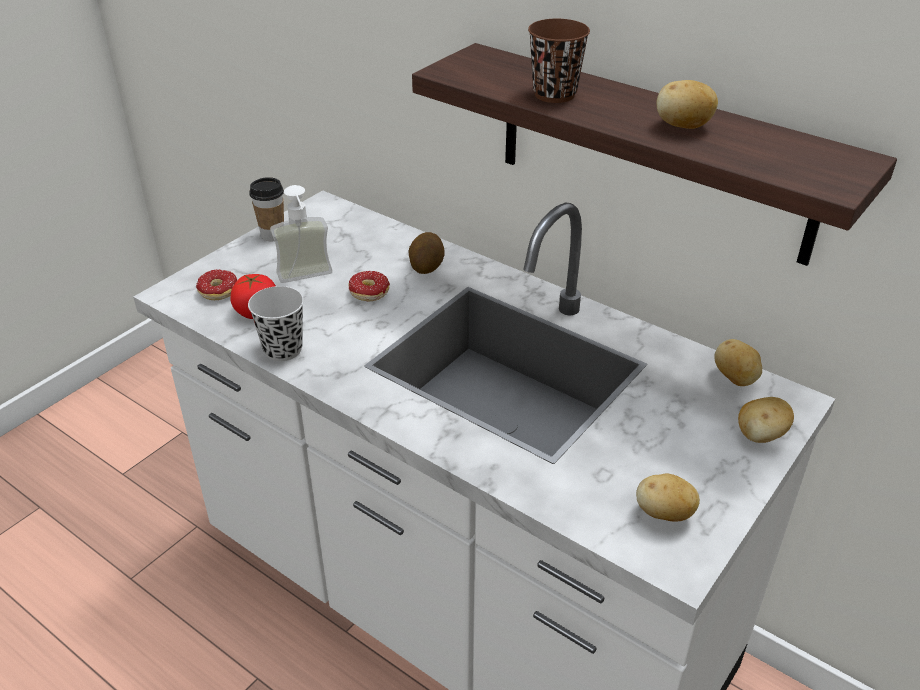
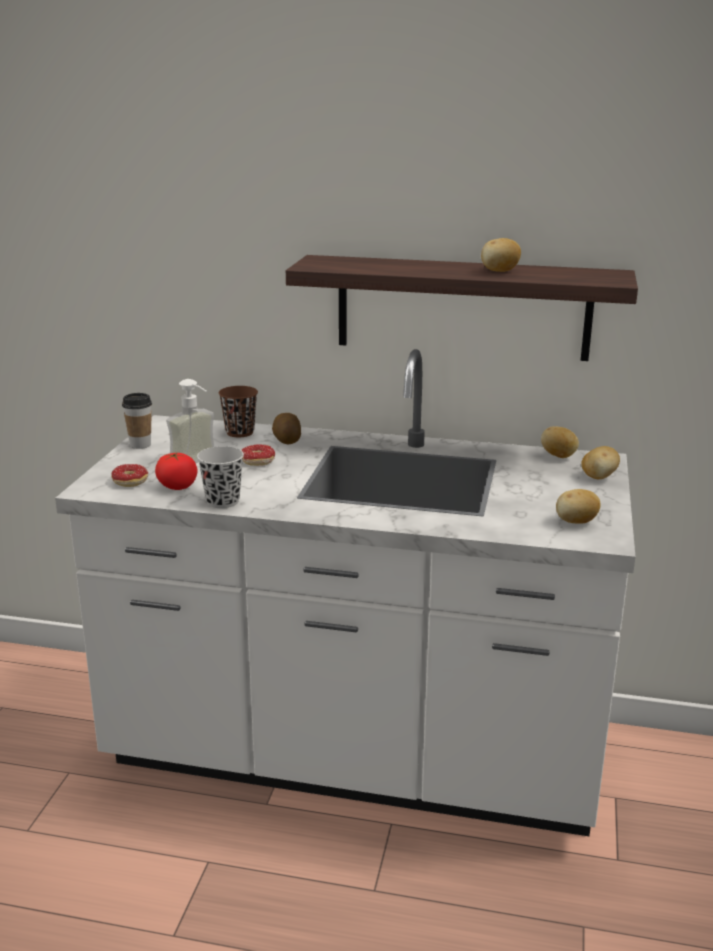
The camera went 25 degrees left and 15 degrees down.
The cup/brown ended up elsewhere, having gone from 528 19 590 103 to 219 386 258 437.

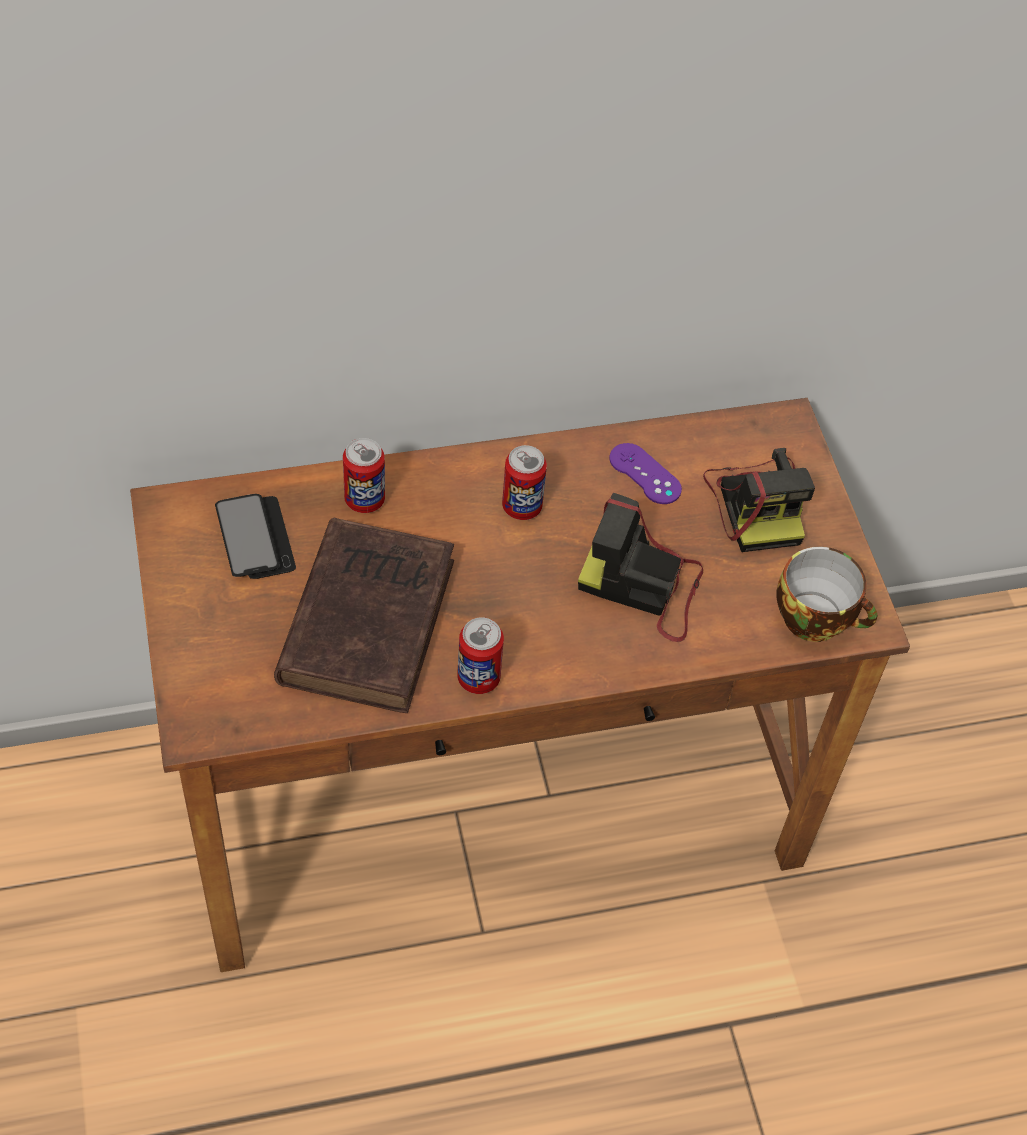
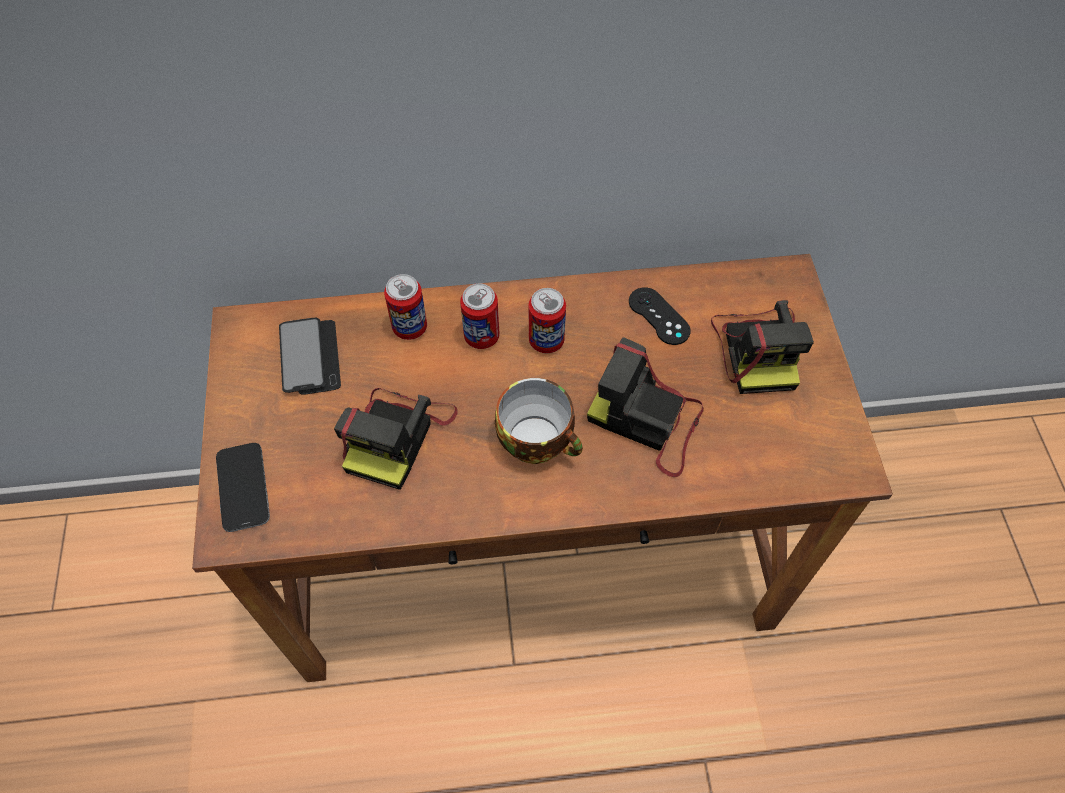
The camera went 10 degrees right and 5 degrees up.
What was the game controller/purple at 609 443 682 504 turned into the game controller/black at 629 287 691 345.
Where the book/brown stood at 274 518 454 713, the photo camera came to stand at 334 388 458 490.
The cup ended up elsewhere, having gone from 776 547 877 642 to 495 378 583 464.
The can ended up elsewhere, having gone from 457 617 504 694 to 460 284 499 349.
The second view gained the phone at 216 443 270 532.

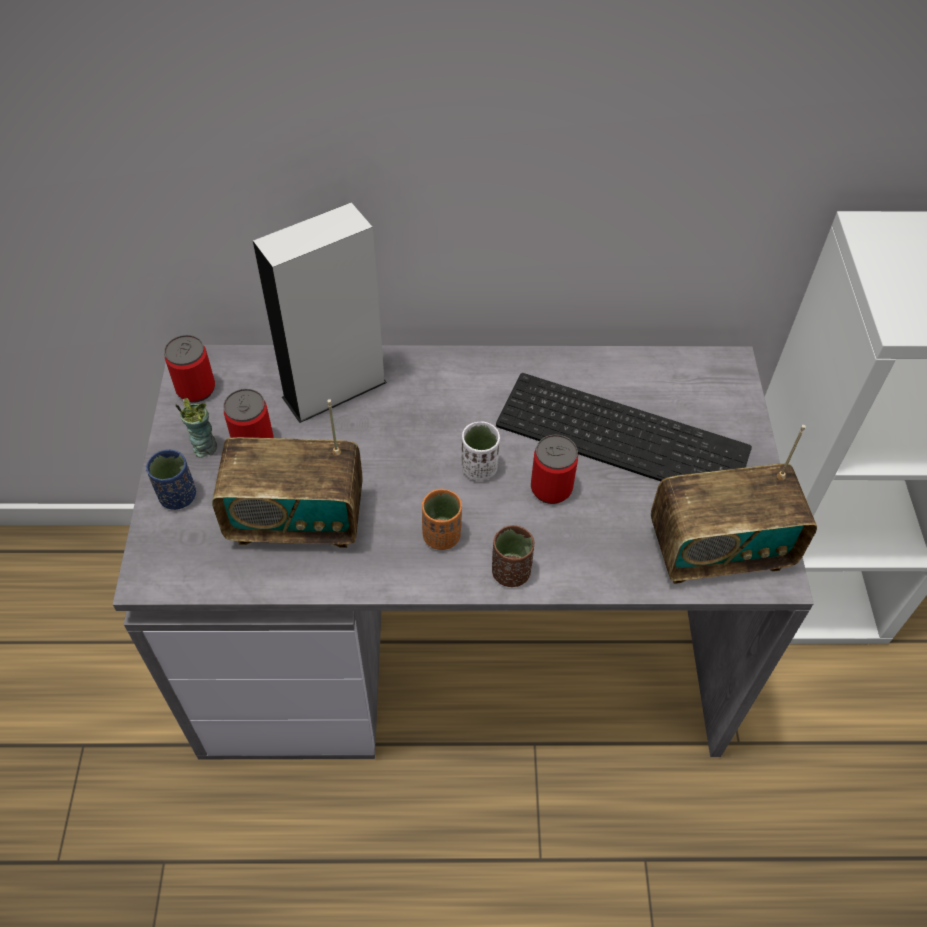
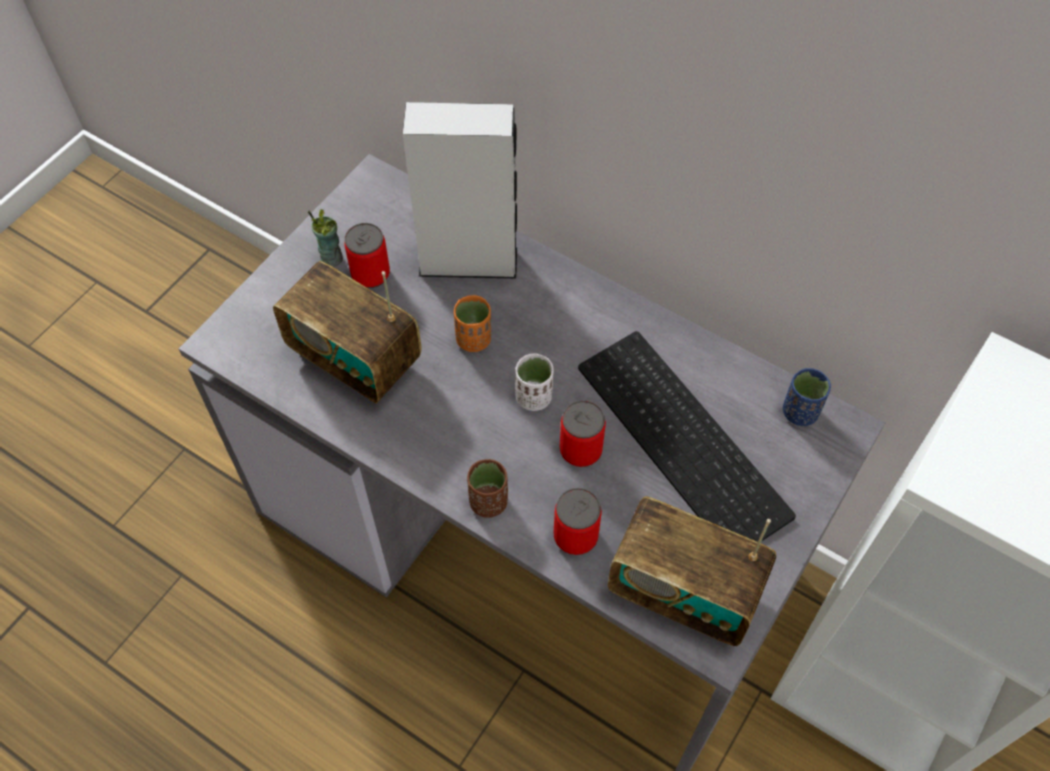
The camera went 35 degrees right and 5 degrees up.
The can ended up elsewhere, having gone from 164 335 215 403 to 553 488 602 555.
The cup/blue ended up elsewhere, having gone from 146 449 196 510 to 783 368 831 426.
The cup/orange ended up elsewhere, having gone from 422 489 462 550 to 454 295 491 352.

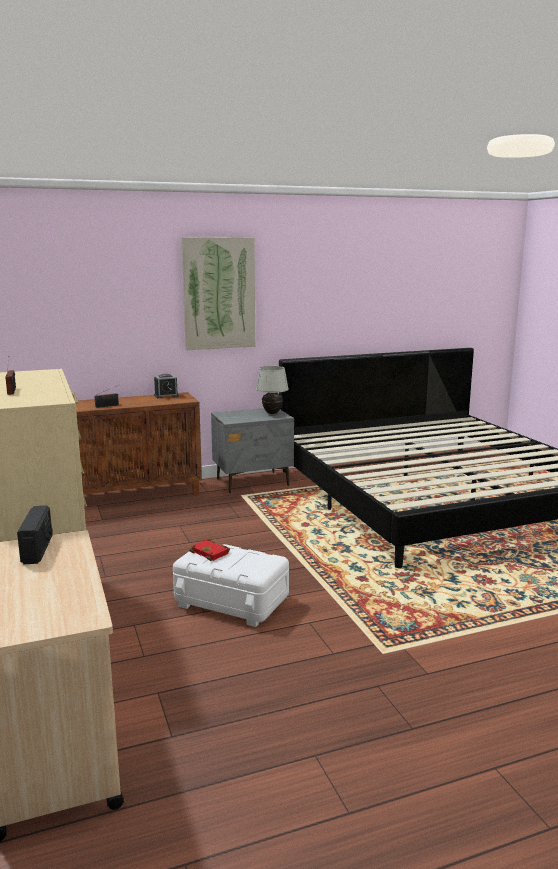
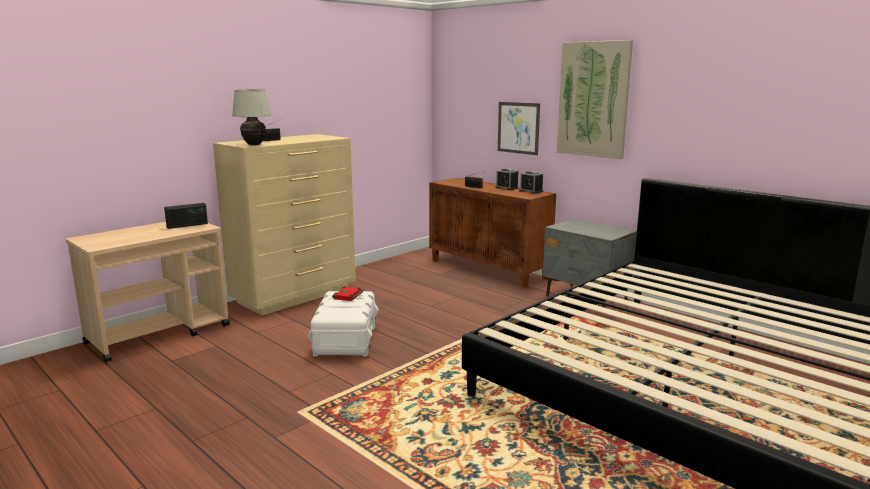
The camera went 65 degrees right and 0 degrees up.
The table lamp/white ended up elsewhere, having gone from 256 366 289 414 to 232 89 272 145.
The second view gained the picture at 498 102 540 155.
The second view gained the alarm clock at 495 168 519 190.

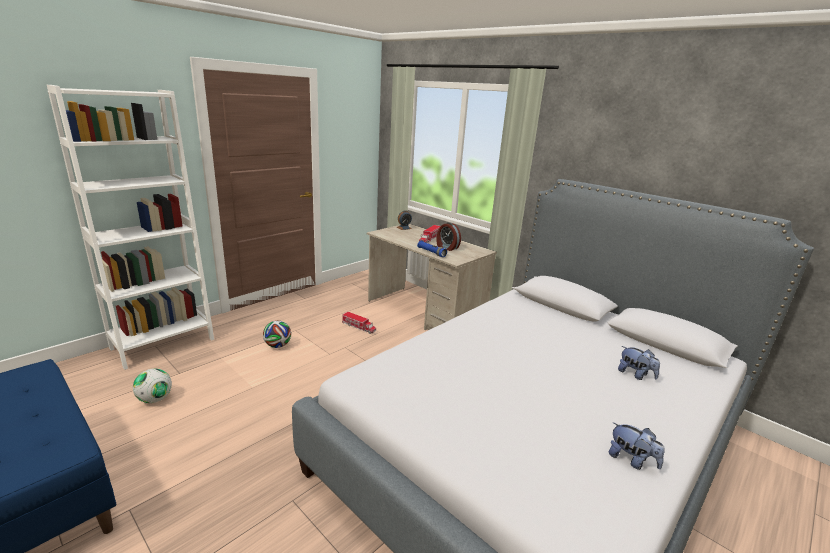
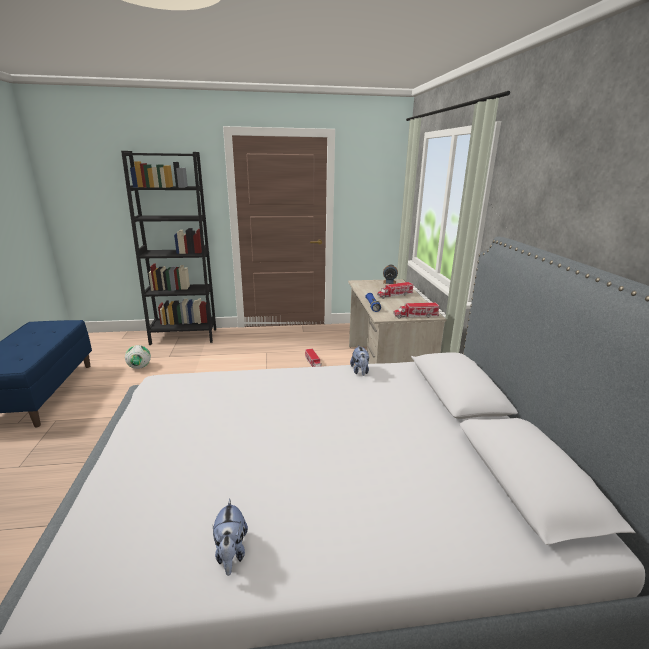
The camera went 40 degrees right and 0 degrees up.
What was the bookcase/white at 47 85 214 370 turned into the bookcase/black at 121 151 216 345.
The second view lost the alarm clock at 437 222 461 251.
The second view lost the football at 263 321 291 348.
The plush toy ended up elsewhere, having gone from 618 346 660 380 to 350 345 369 376.
The second view gained the toy truck at 393 303 439 319.

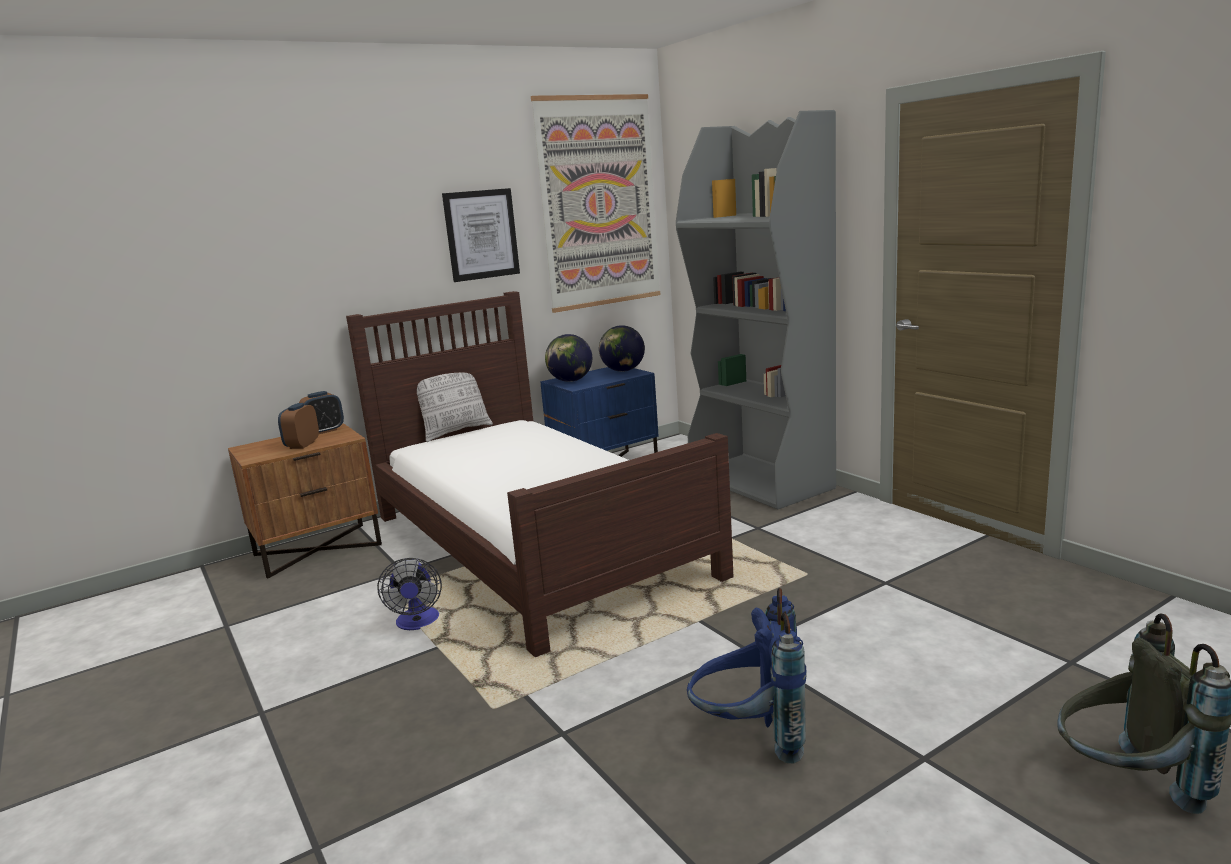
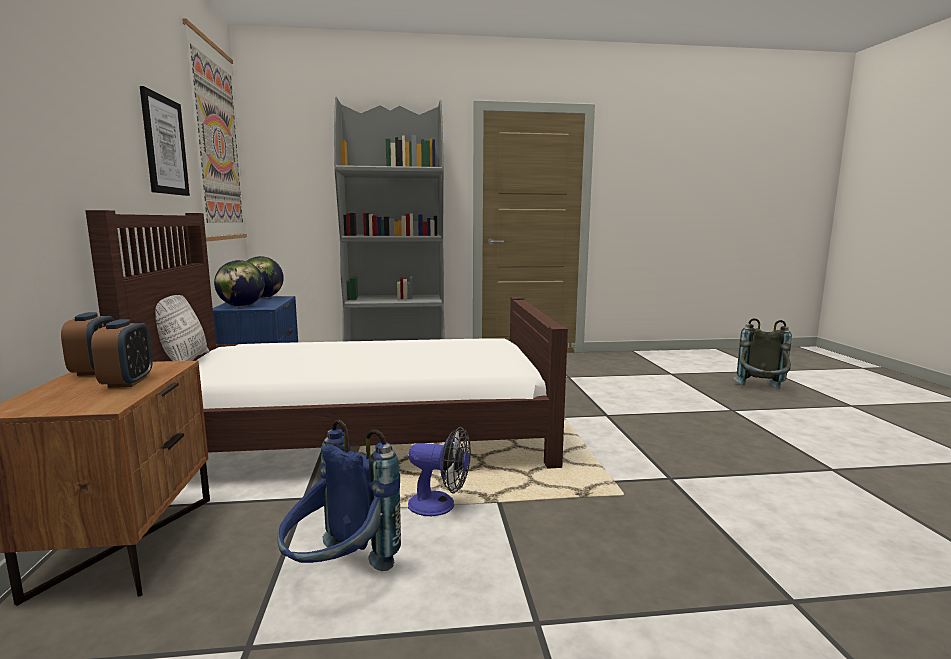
The camera went 65 degrees left and 5 degrees down.
The alarm clock at 278 403 319 449 ended up facing another way, 135 degrees counterclockwise from before.
The backpack/blue ended up elsewhere, having gone from 687 588 807 763 to 277 420 401 571.

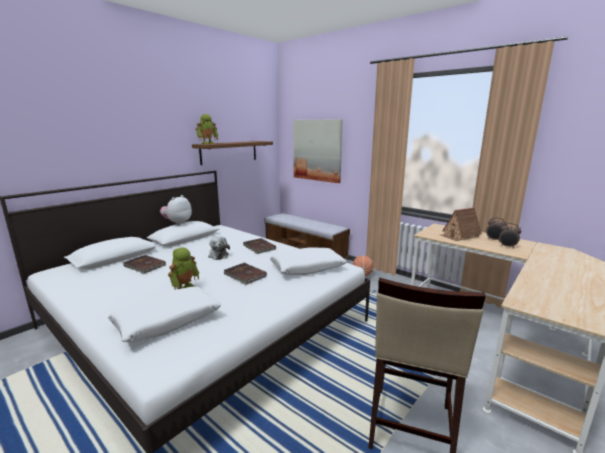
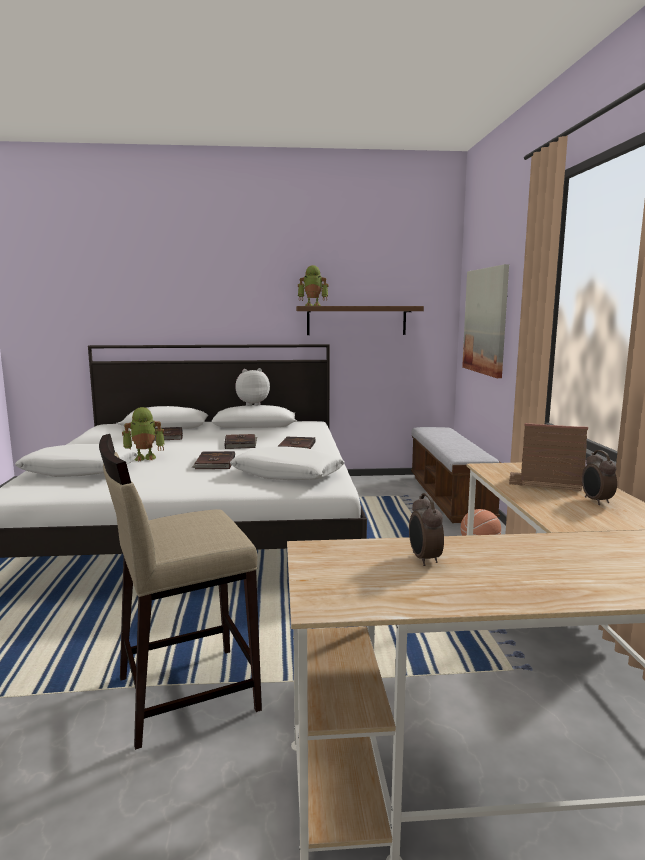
The camera went 45 degrees right and 5 degrees down.
The alarm clock ended up elsewhere, having gone from 499 223 522 249 to 409 493 444 566.
Where the plush toy stood at 208 236 230 260, the book/brown came to stand at 224 434 257 449.

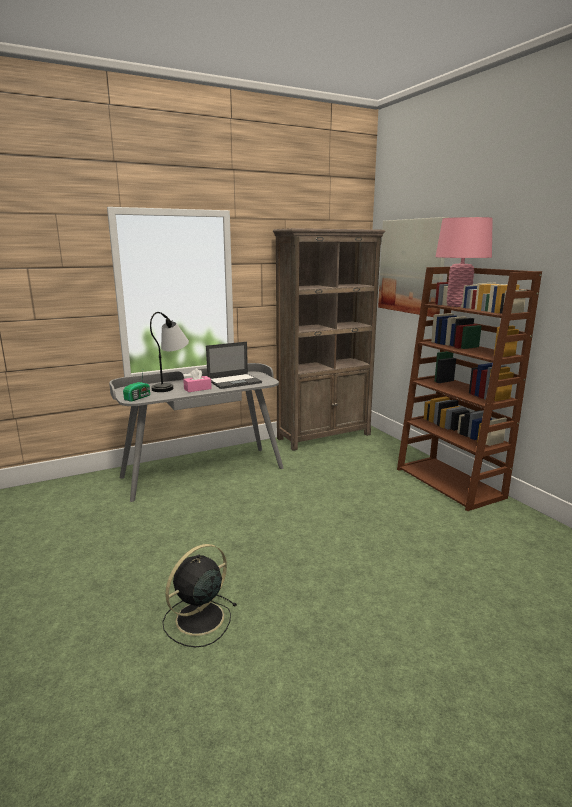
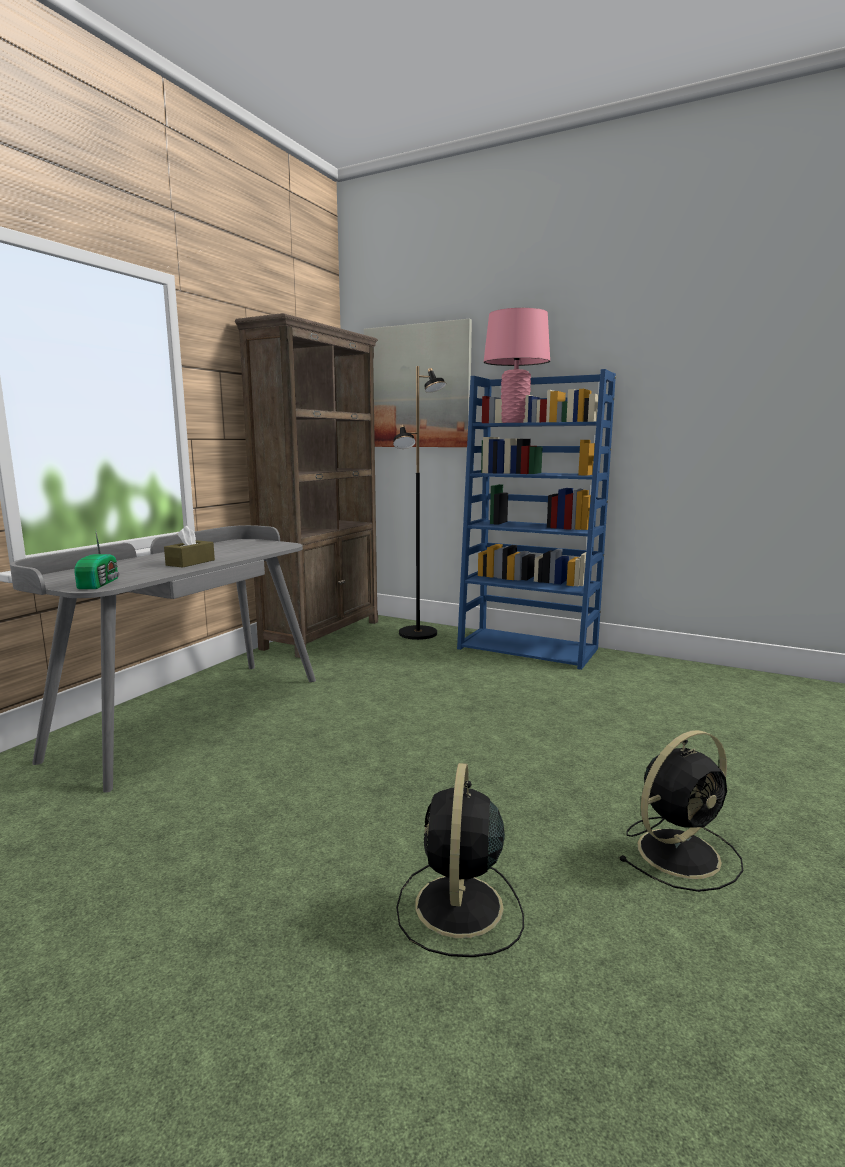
The camera went 35 degrees left and 5 degrees down.
What was the bookcase/brown at 397 267 542 511 turned into the bookcase/blue at 457 369 616 670.
The second view lost the table lamp at 150 312 189 392.
The second view lost the laptop at 206 342 262 389.
What was the tissue box/pink at 183 368 212 392 turned into the tissue box/brown at 164 526 215 568.
The second view gained the floor lamp/black at 393 366 446 640.
The second view gained the fan/black at 618 730 743 892.

